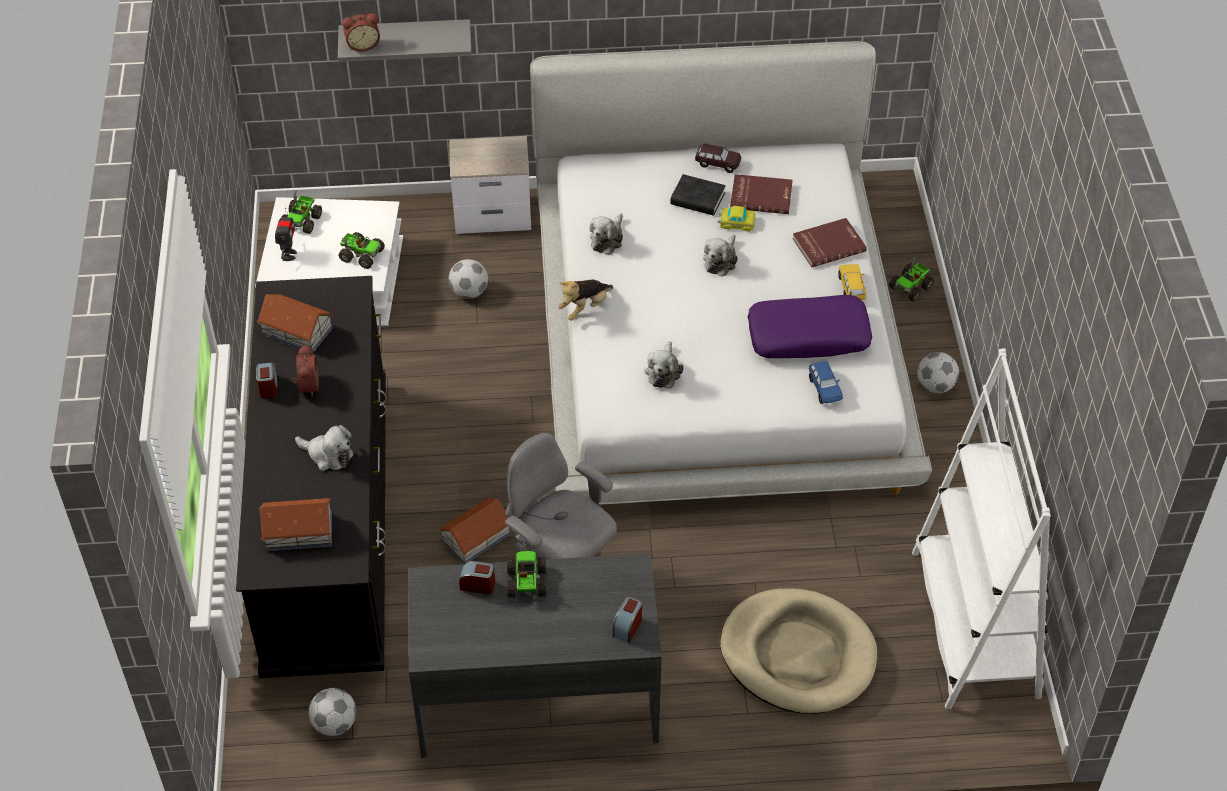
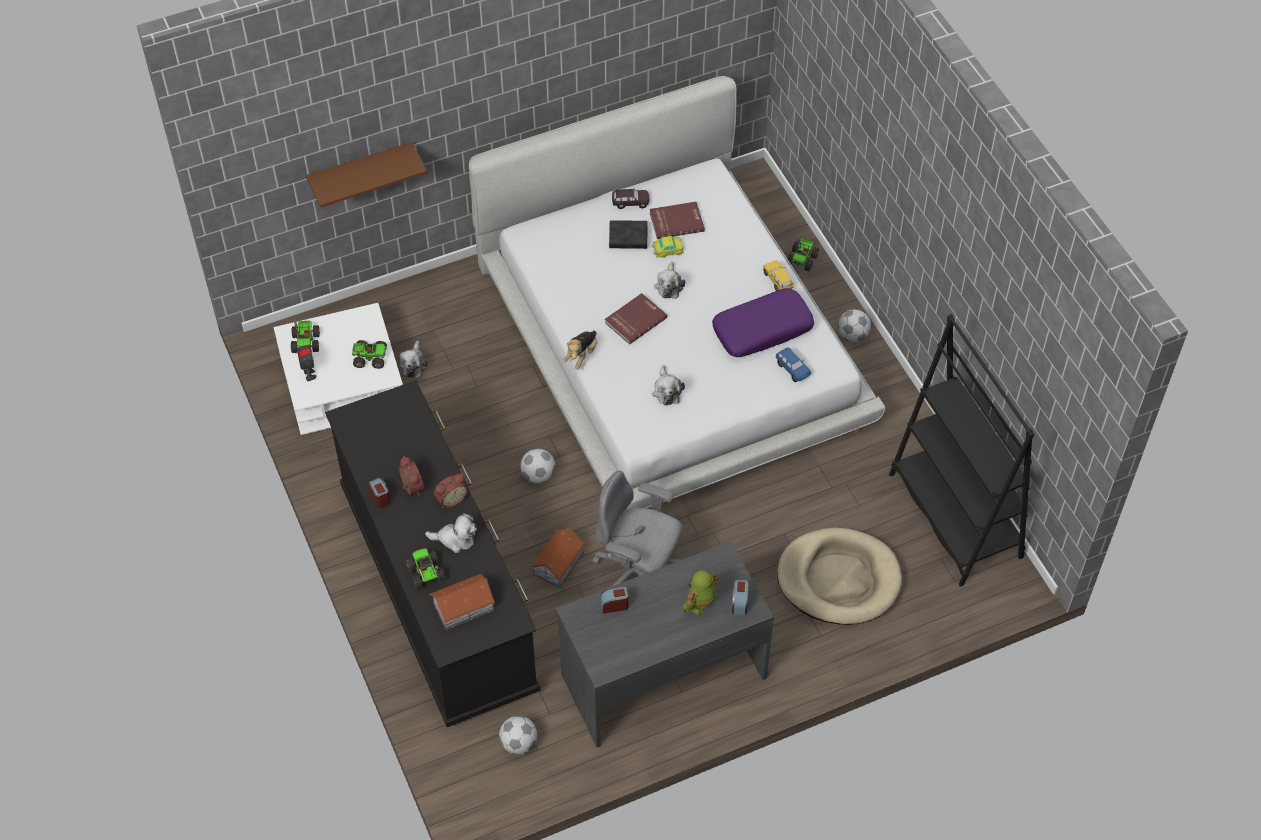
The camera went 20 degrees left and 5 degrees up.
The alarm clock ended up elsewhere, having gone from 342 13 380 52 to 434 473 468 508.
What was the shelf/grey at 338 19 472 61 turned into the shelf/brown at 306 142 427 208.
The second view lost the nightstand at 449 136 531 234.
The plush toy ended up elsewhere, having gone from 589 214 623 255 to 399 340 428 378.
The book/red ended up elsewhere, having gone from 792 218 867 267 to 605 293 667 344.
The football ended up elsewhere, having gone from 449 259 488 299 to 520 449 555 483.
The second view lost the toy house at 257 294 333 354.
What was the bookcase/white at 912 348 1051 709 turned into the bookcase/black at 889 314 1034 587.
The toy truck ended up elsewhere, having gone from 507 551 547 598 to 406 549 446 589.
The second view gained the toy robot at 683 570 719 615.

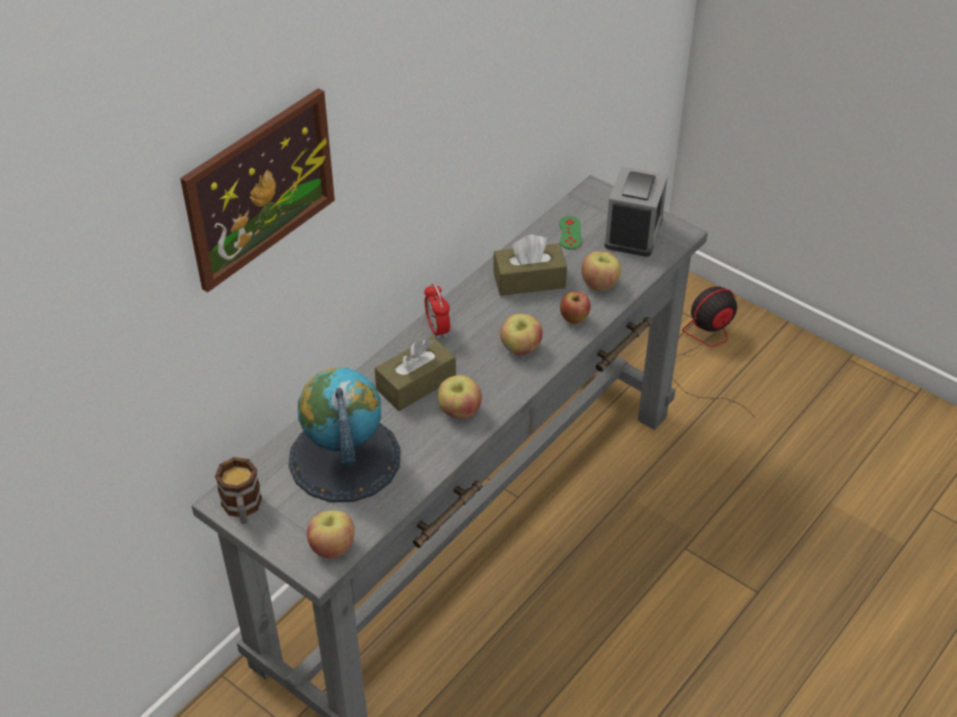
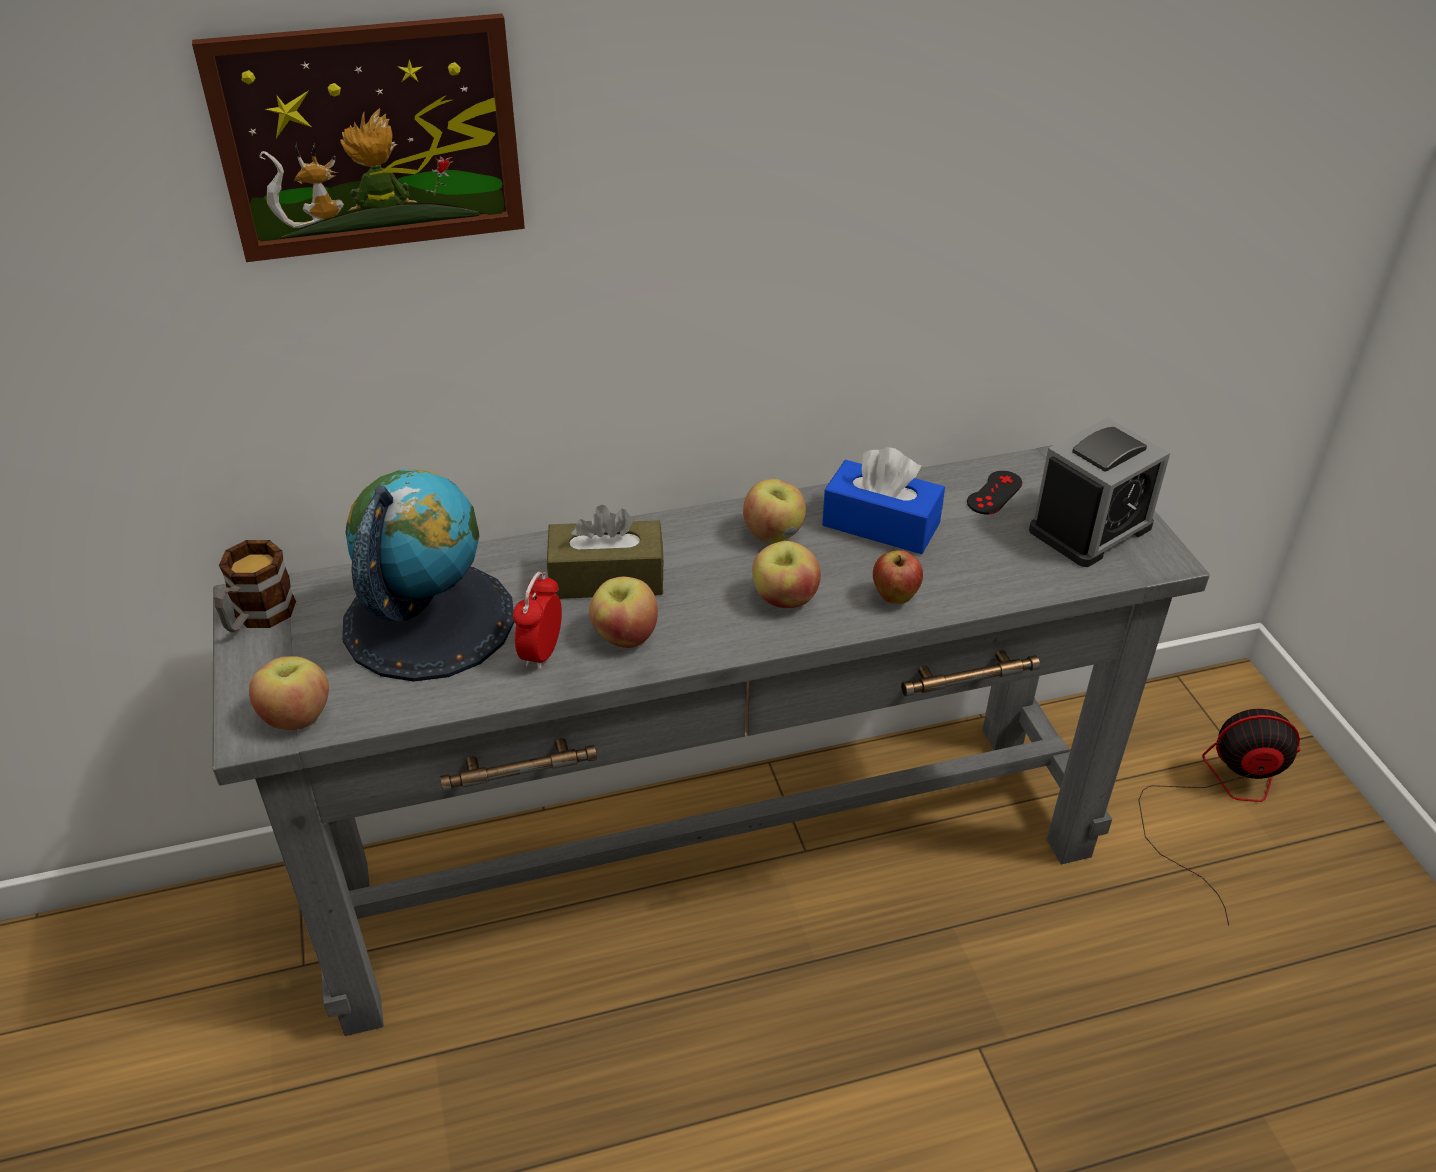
The camera went 35 degrees right and 5 degrees down.
What was the game controller/green at 559 216 581 249 turned into the game controller/black at 967 471 1022 514.
What was the tissue box/brown at 493 234 567 296 turned into the tissue box/blue at 822 447 945 554.
The apple ended up elsewhere, having gone from 582 251 621 291 to 743 479 806 543.
The alarm clock ended up elsewhere, having gone from 424 283 450 339 to 513 572 562 670.

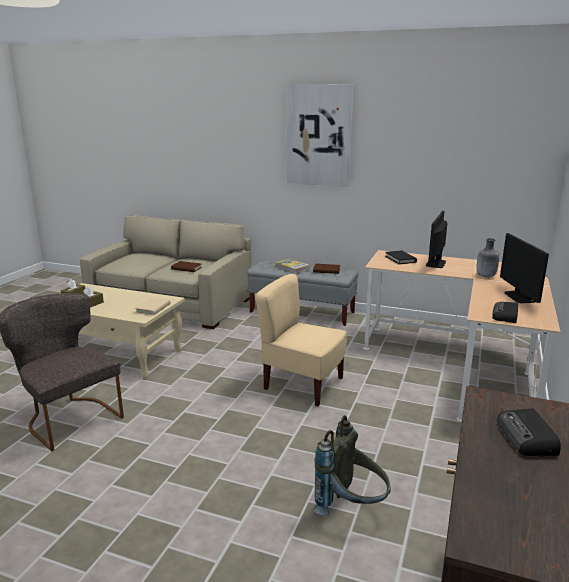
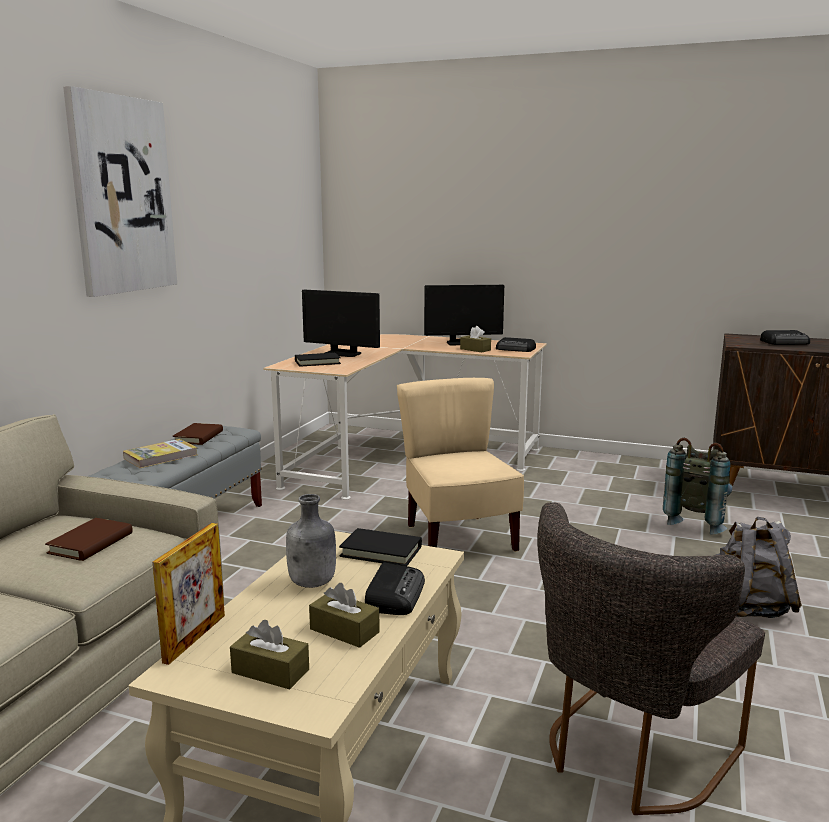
The camera went 90 degrees left and 5 degrees down.
The bottle/grey ended up elsewhere, having gone from 476 238 499 277 to 286 494 336 588.
The chair/beige at 256 274 347 407 ended up facing another way, 135 degrees clockwise from before.
What was the book/beige at 135 297 170 315 turned into the book/black at 339 528 422 566.
The second view gained the tissue box/brown at 460 326 491 352.
The second view gained the backpack/grey at 716 517 802 618.
The second view gained the picture frame at 152 523 225 665.
The second view gained the radio at 365 562 425 615.

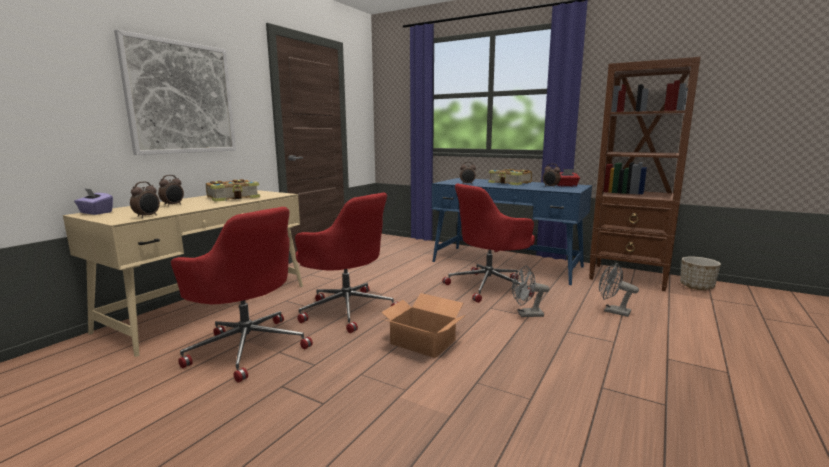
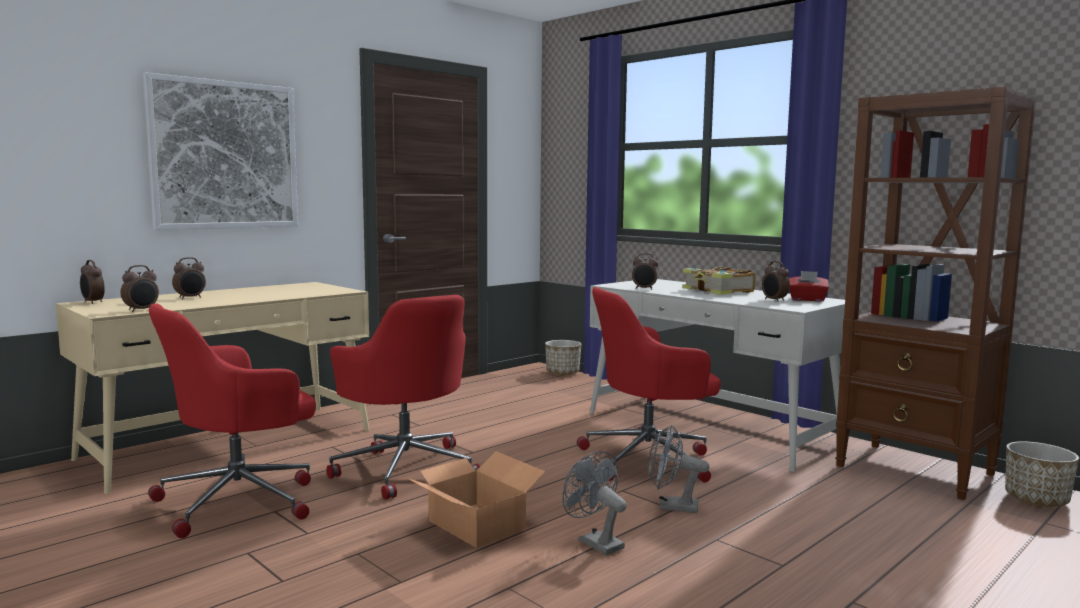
The camera went 15 degrees right and 5 degrees down.
What was the desk/blue at 432 178 592 285 turned into the desk/white at 590 279 845 472.
The second view lost the book at 206 179 260 202.
Where the tissue box/purple stood at 74 188 113 215, the alarm clock came to stand at 80 260 105 304.
The office chair/red at 171 207 313 383 ended up facing another way, 90 degrees clockwise from before.
The fan/grey ended up elsewhere, having gone from 599 263 639 317 to 562 451 627 555.
The second view gained the planter at 545 340 581 375.

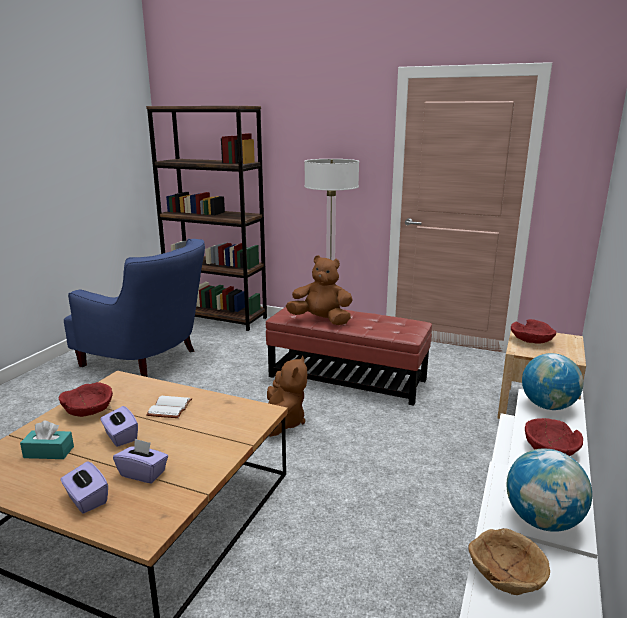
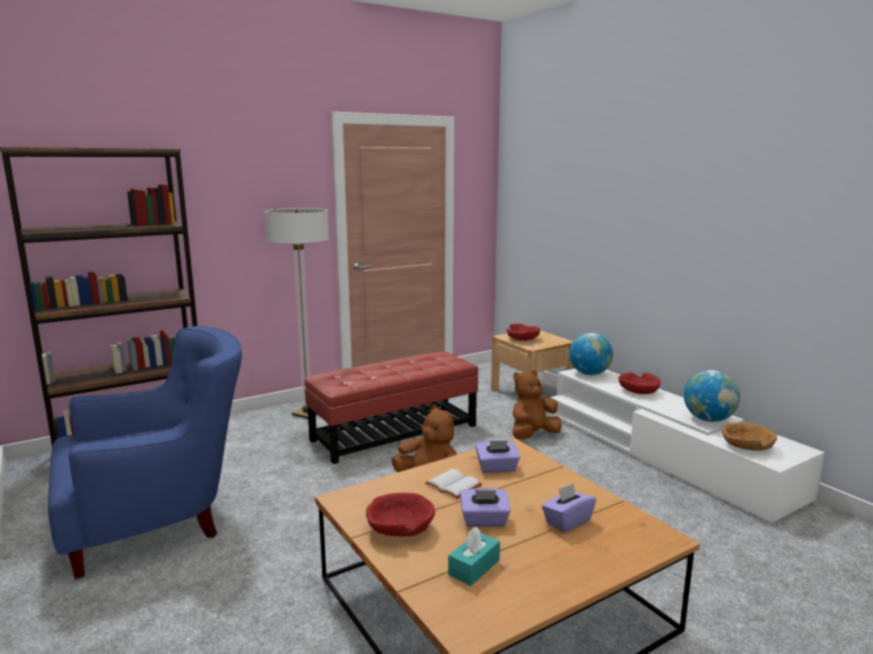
The camera went 55 degrees left and 5 degrees down.
The plush toy/brown ended up elsewhere, having gone from 286 255 353 325 to 512 370 561 439.
The tissue box/purple ended up elsewhere, having gone from 60 461 108 514 to 475 440 520 473.

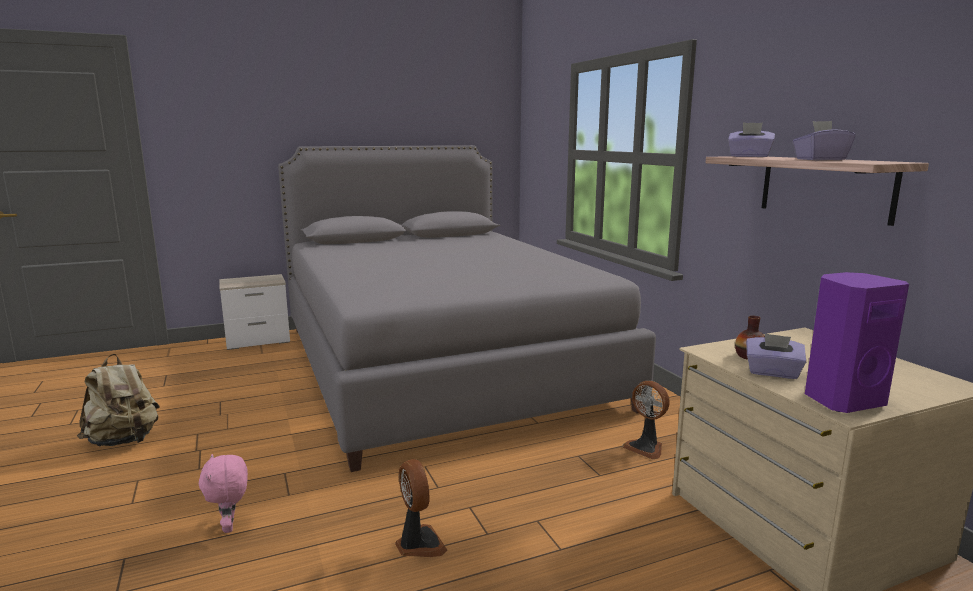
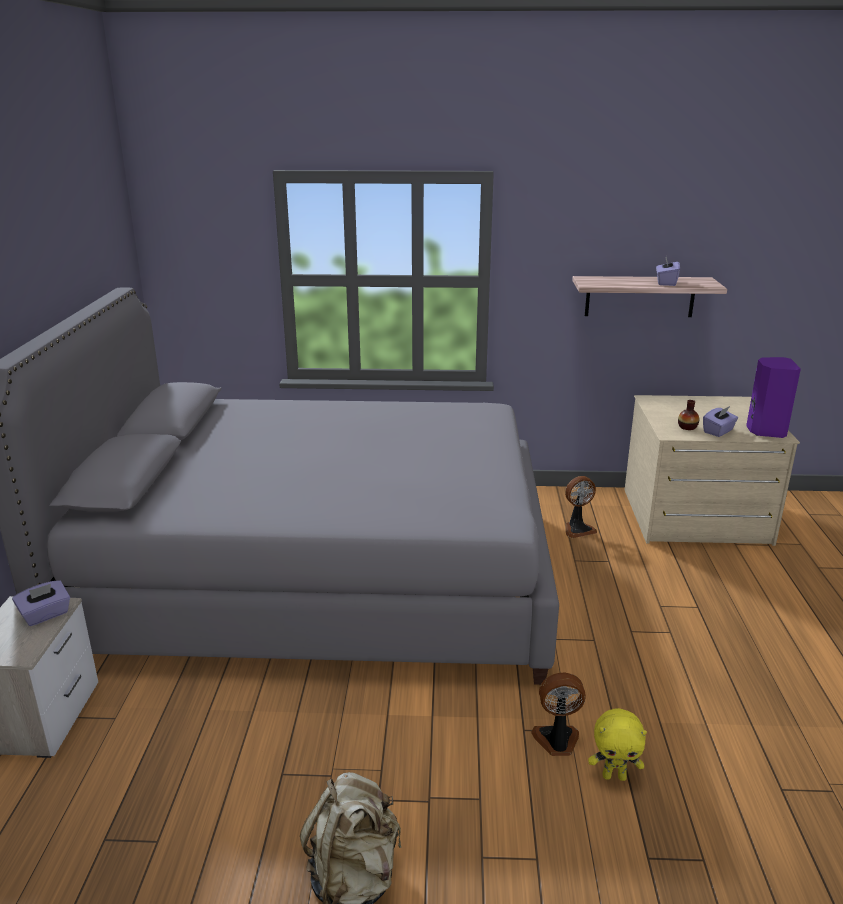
The camera went 65 degrees left and 10 degrees up.
The tissue box/purple ended up elsewhere, having gone from 728 122 775 157 to 12 580 70 626.
What was the plush toy/pink at 199 454 248 533 turned into the plush toy/yellow at 588 708 647 781.
The fan ended up elsewhere, having gone from 395 459 448 557 to 531 673 586 756.

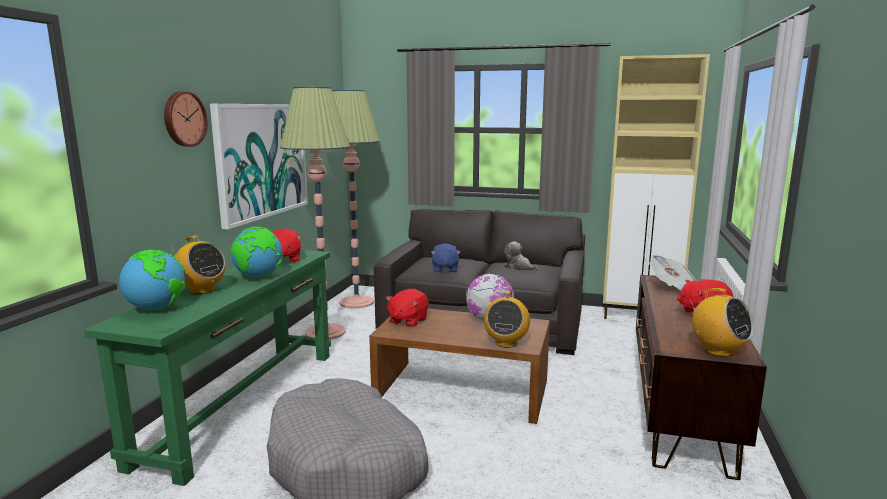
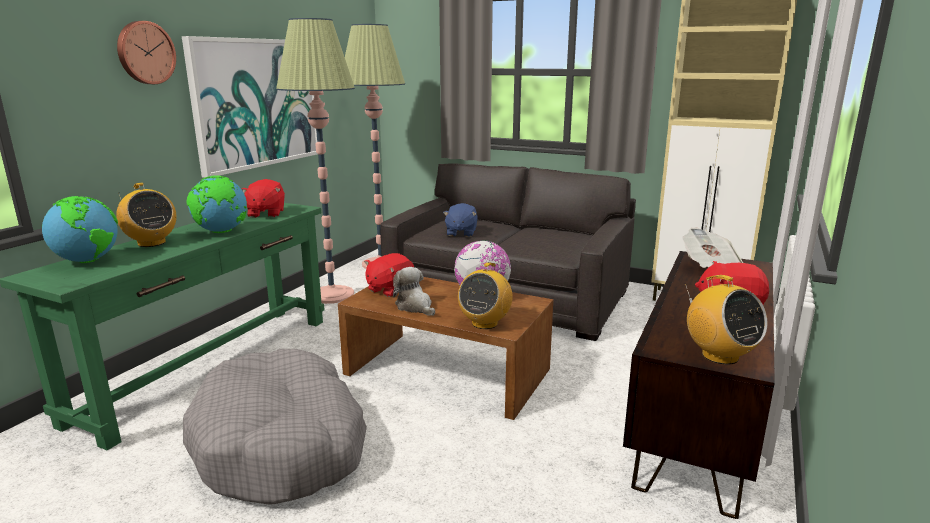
The camera went 10 degrees right and 5 degrees up.
The plush toy ended up elsewhere, having gone from 504 242 538 271 to 393 267 435 316.

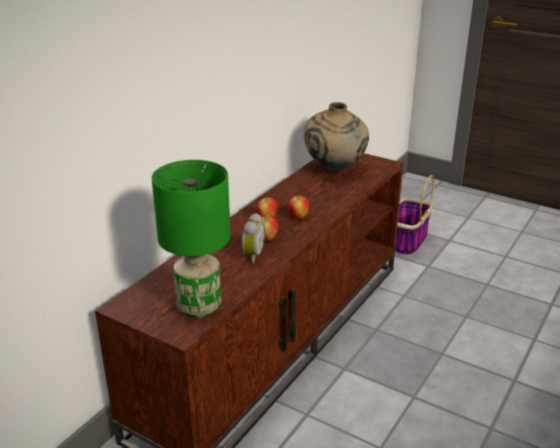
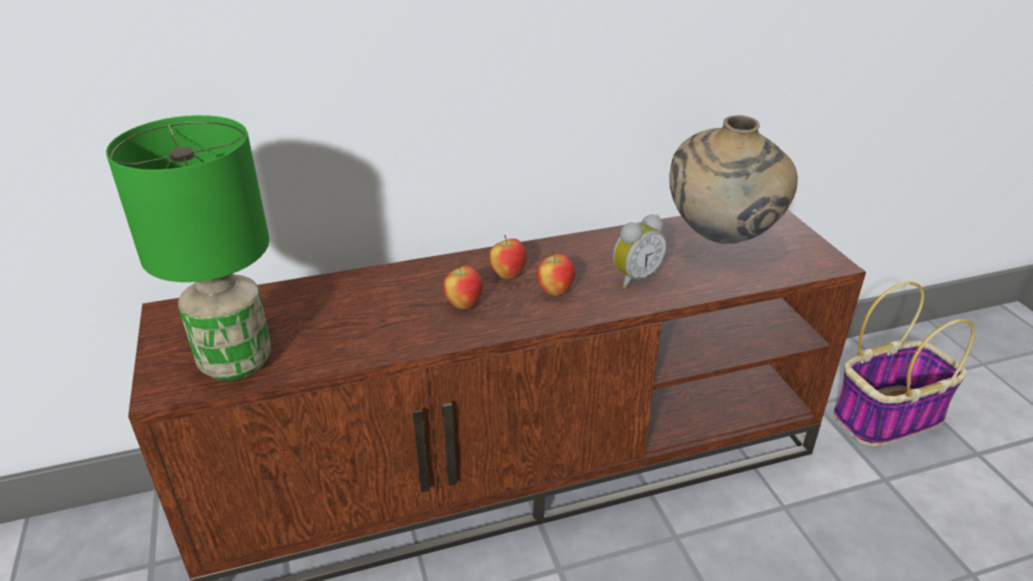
The camera went 40 degrees right and 5 degrees up.
The alarm clock ended up elsewhere, having gone from 242 213 265 263 to 613 214 667 289.

